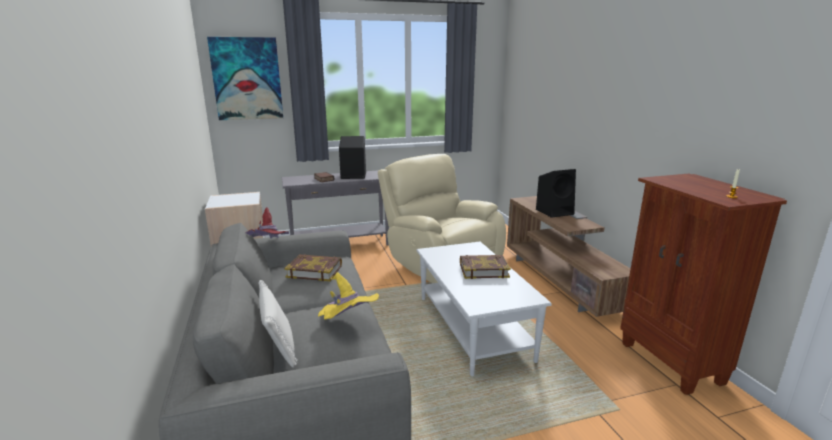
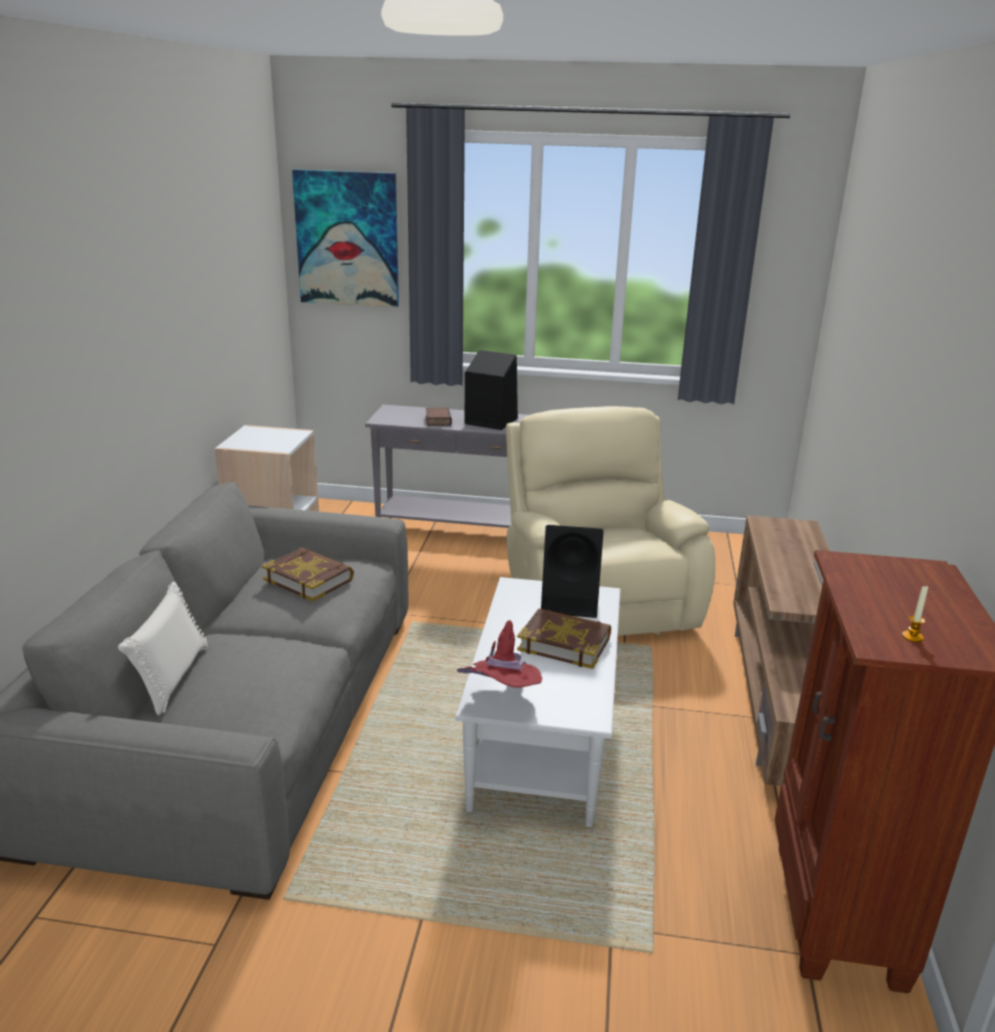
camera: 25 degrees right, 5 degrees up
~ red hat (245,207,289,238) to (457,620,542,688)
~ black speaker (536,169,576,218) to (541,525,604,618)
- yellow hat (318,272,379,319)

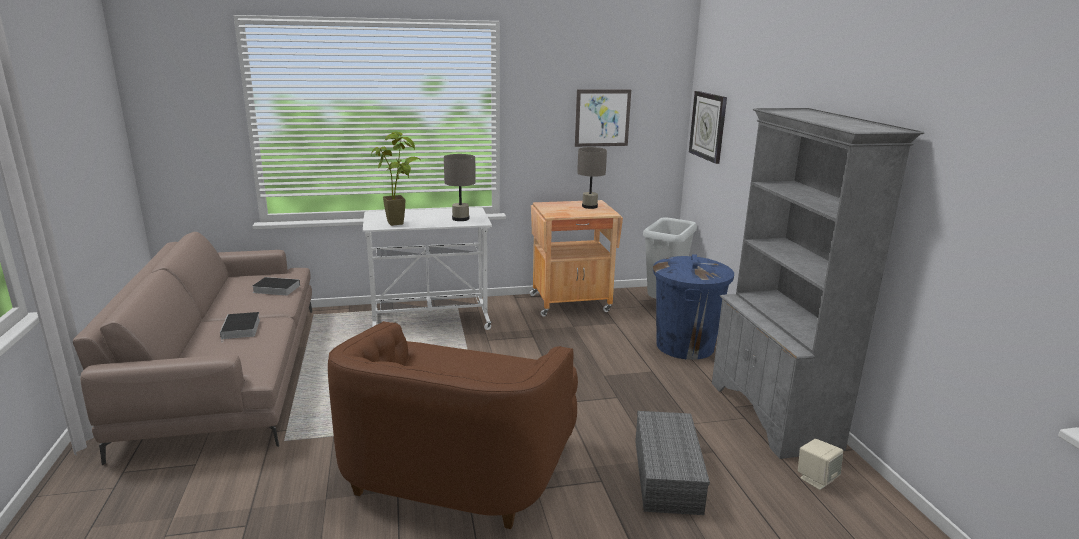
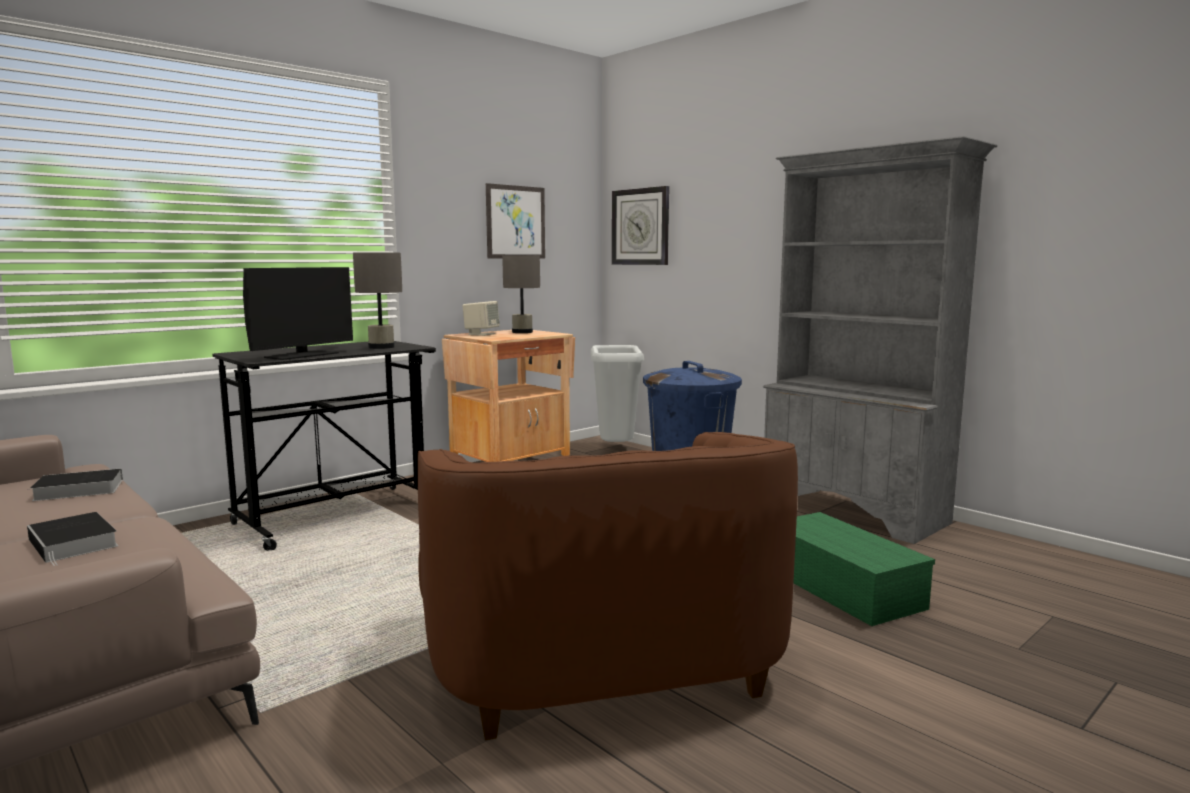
camera: 30 degrees left, 10 degrees down
~ white desk (363,207,492,330) to black desk (212,341,436,551)
~ potted plant (371,131,421,226) to monitor (243,267,353,360)
~ beige speaker (798,439,843,490) to (462,301,500,336)
~ grey storage box (635,411,710,515) to green storage box (793,512,935,626)

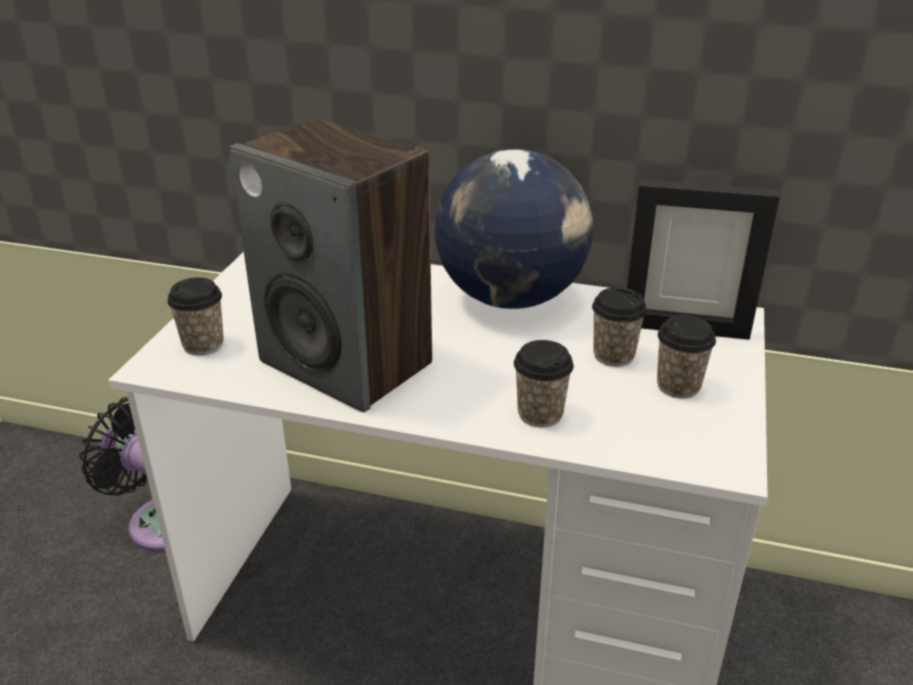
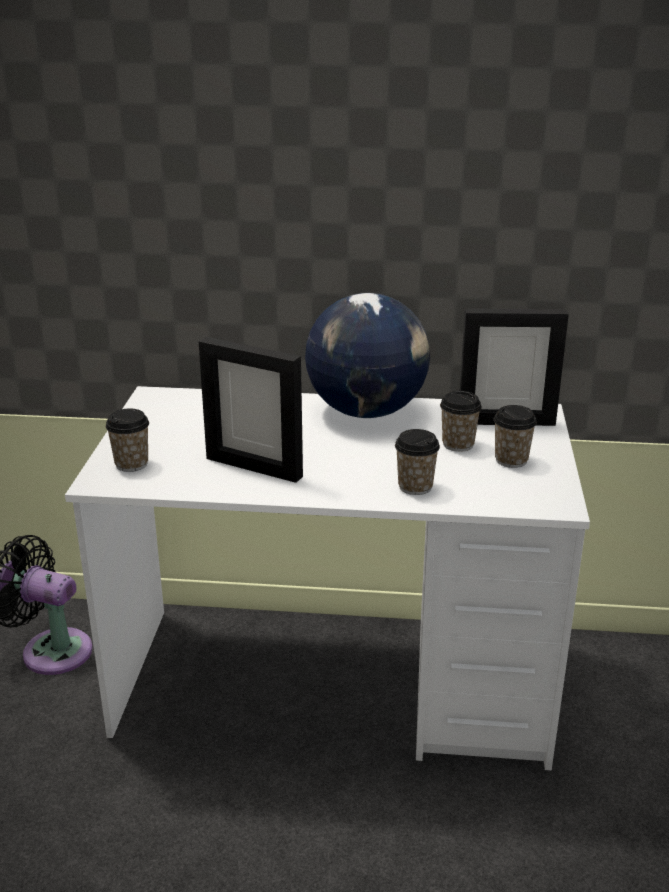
camera: 10 degrees left, 5 degrees down
~ speaker (229,118,432,413) to picture frame (199,337,303,483)

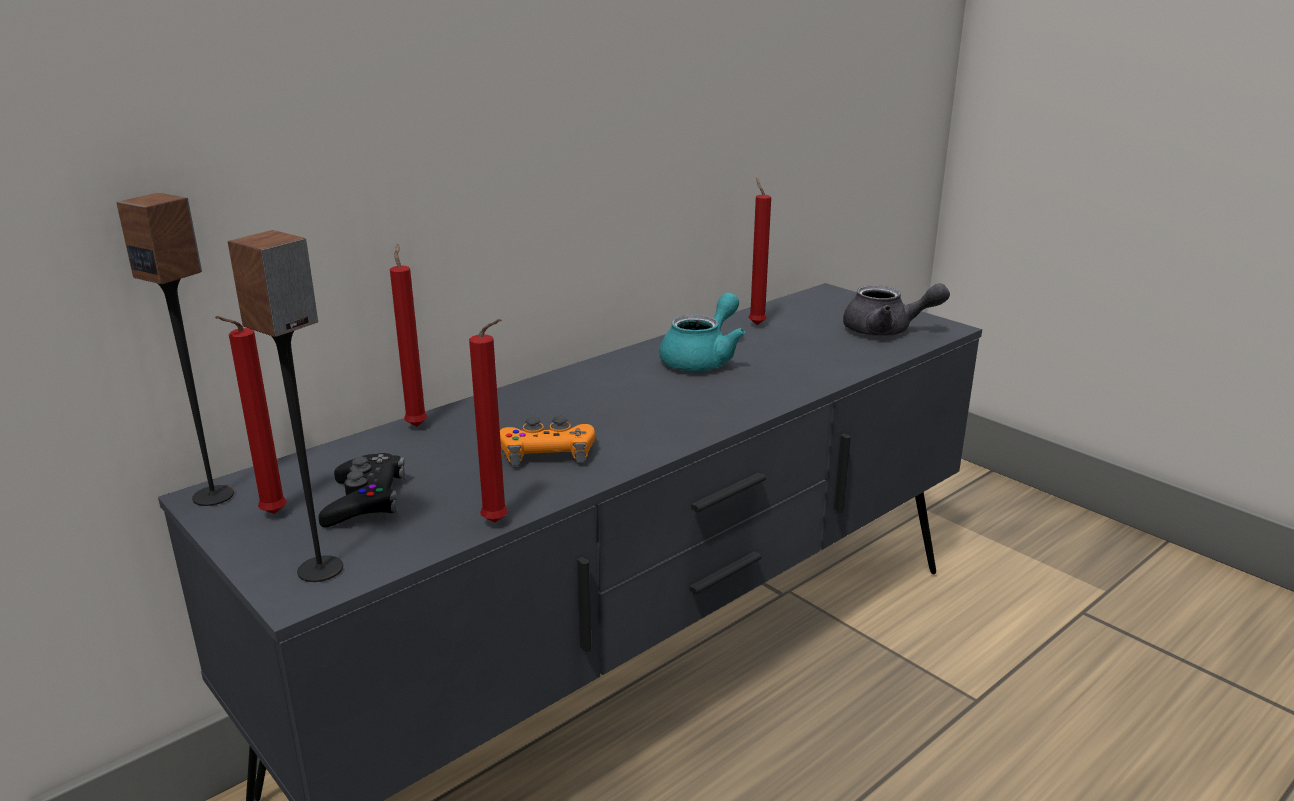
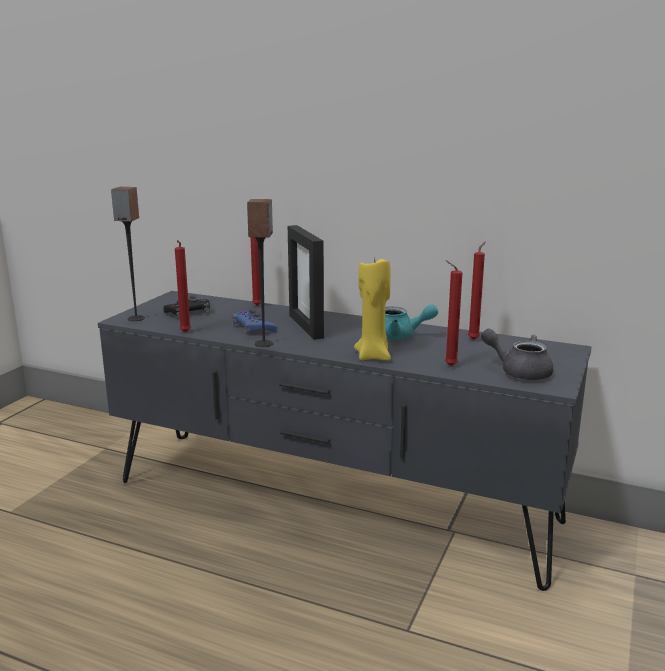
camera: 65 degrees right, 5 degrees down
~ orange game controller (500,416,595,466) to blue game controller (232,309,277,334)
~ speaker (116,193,234,506) to (247,199,273,347)
+ picture frame (288,225,324,340)
+ yellow candle (354,257,391,361)
~ red candle (215,316,287,514) to (445,260,462,366)
~ grey teapot (843,283,950,336) = (481,328,553,380) 135 degrees clockwise

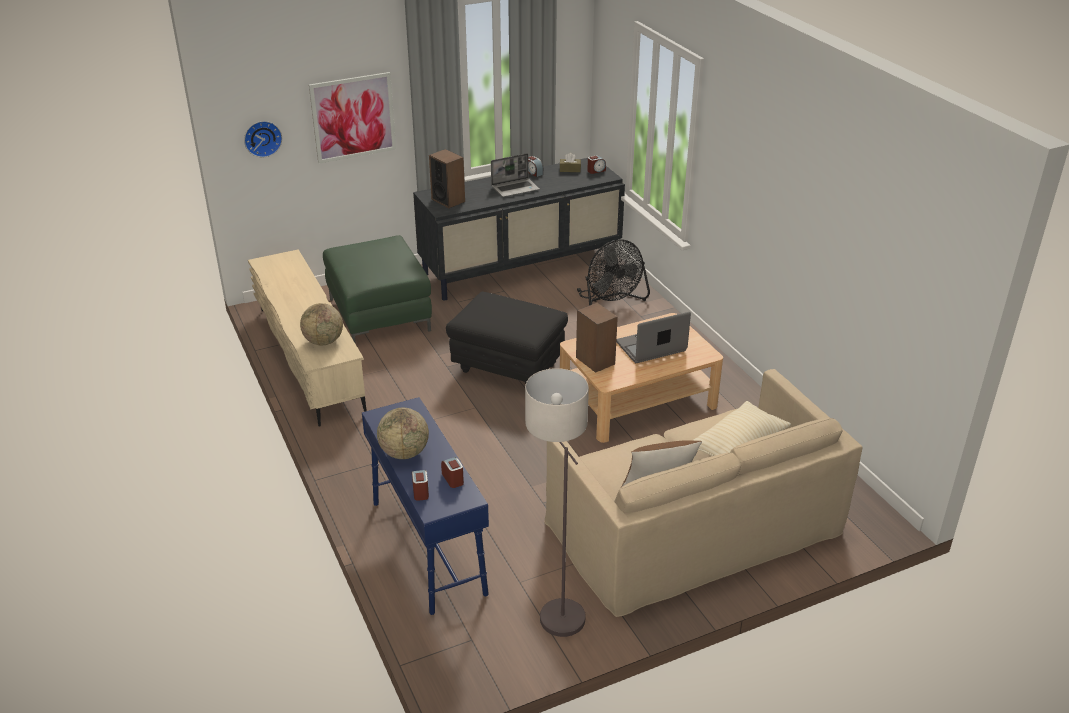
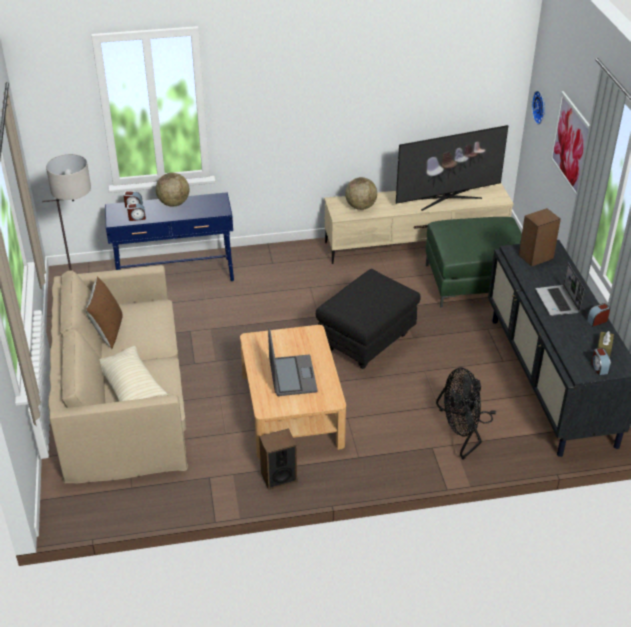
camera: 105 degrees right, 5 degrees up
~ speaker (576,303,618,373) to (259,428,297,490)
+ television (396,125,508,211)

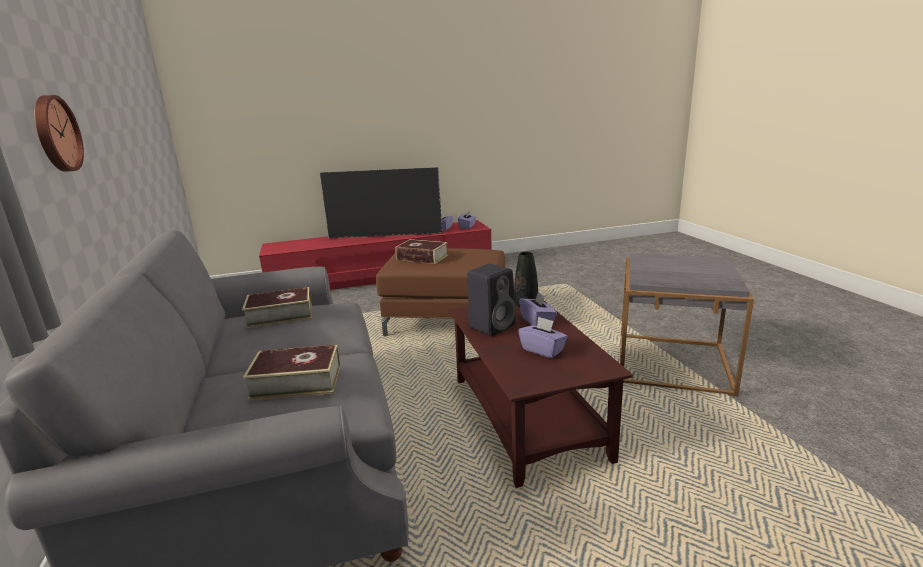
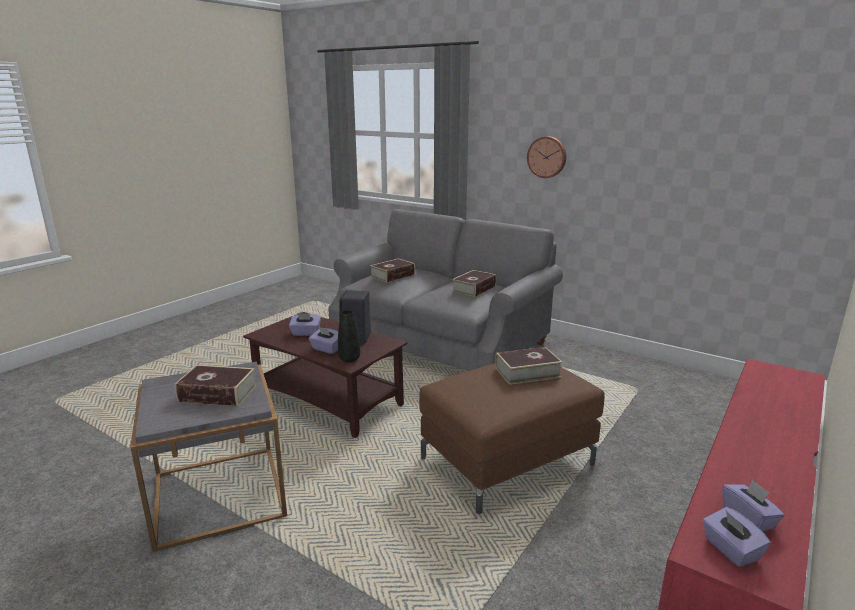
camera: 140 degrees right, 0 degrees up
+ book (175,365,257,406)
- television (320,167,442,238)

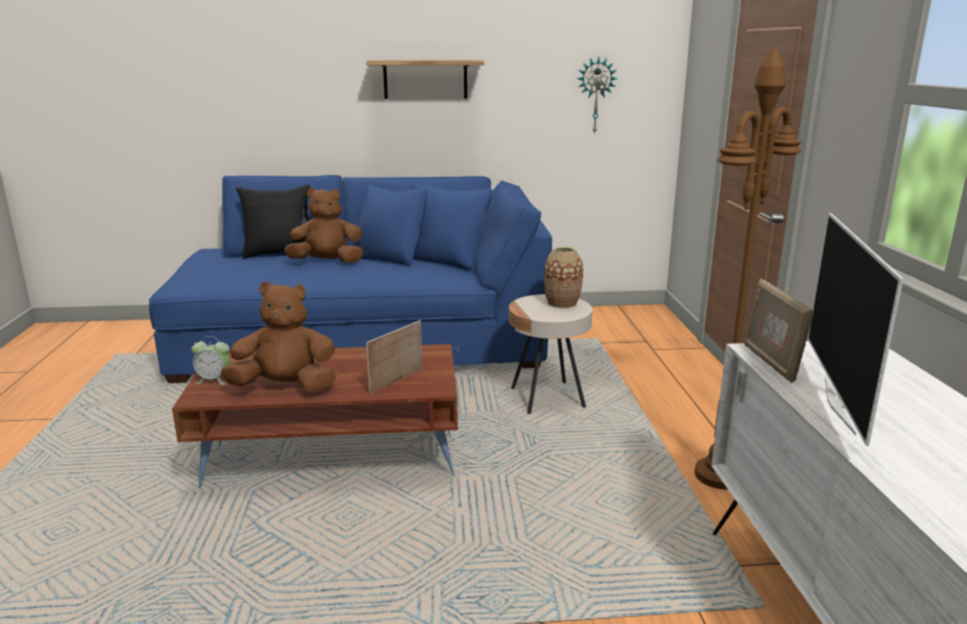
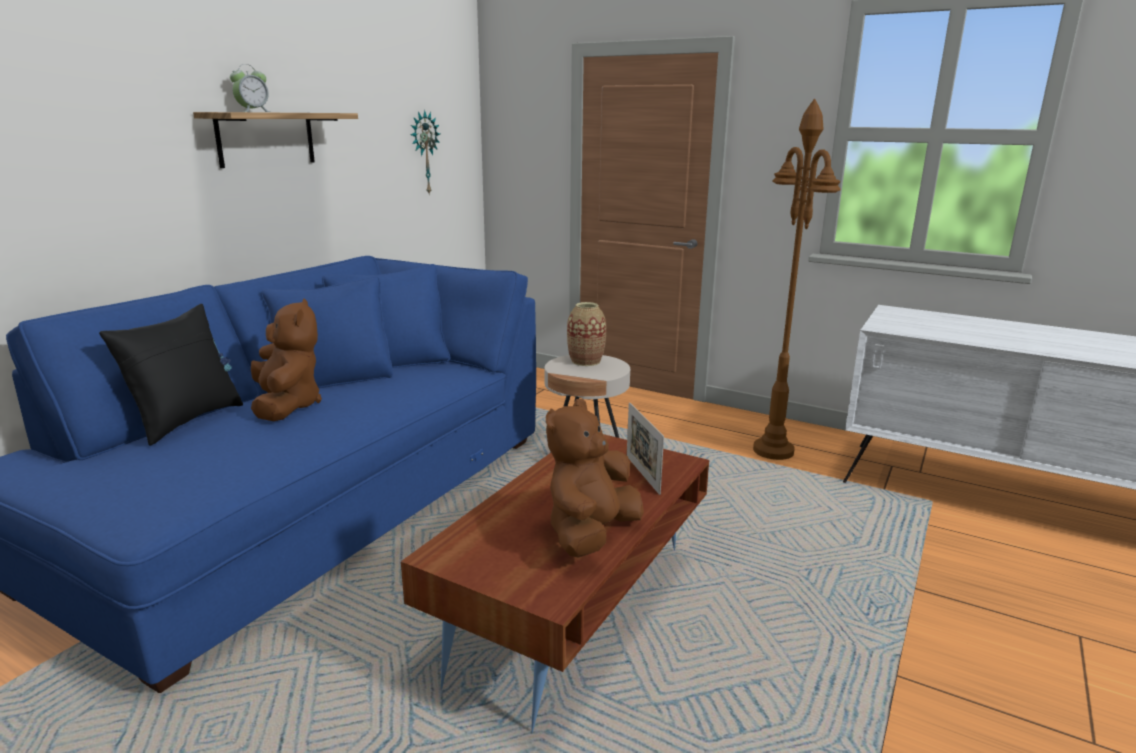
camera: 55 degrees left, 0 degrees up
~ alarm clock (191,336,230,385) to (230,64,271,112)
~ brown plush toy (284,188,364,263) = (251,298,322,421) 135 degrees clockwise
- picture frame (744,279,814,383)
- television (808,213,904,446)

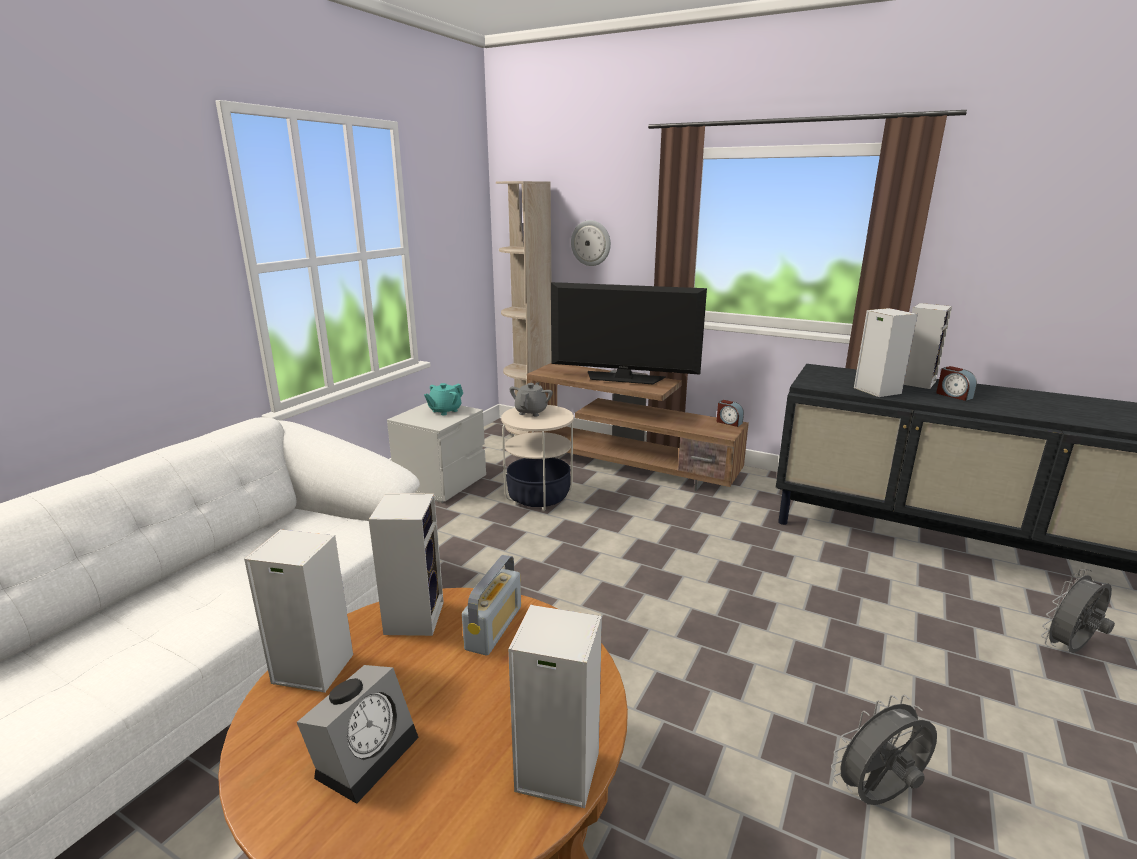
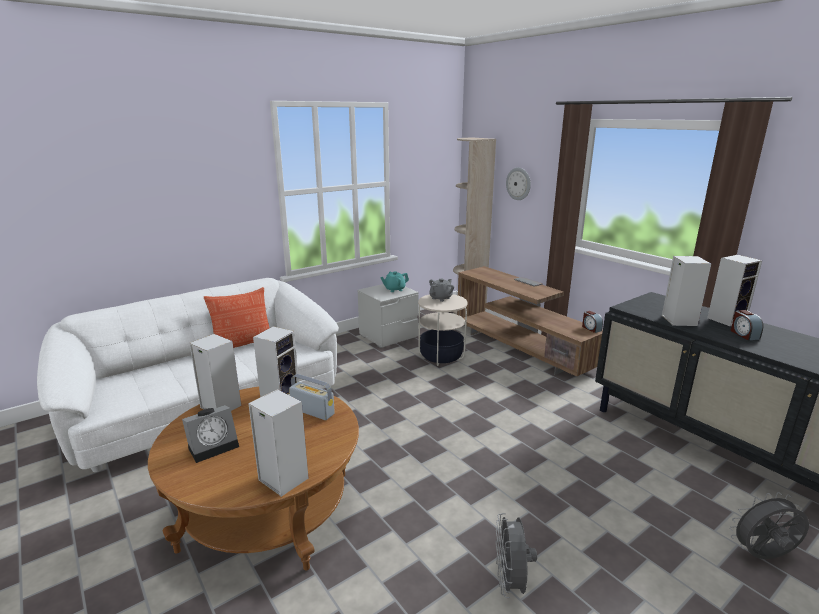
camera: 25 degrees right, 0 degrees up
+ orange pillow (204,287,270,348)
~ radio (462,555,521,656) = (289,374,335,420) 105 degrees counterclockwise
~ grey fan (831,695,937,805) = (495,513,537,598) 90 degrees counterclockwise
- television (551,282,707,384)

